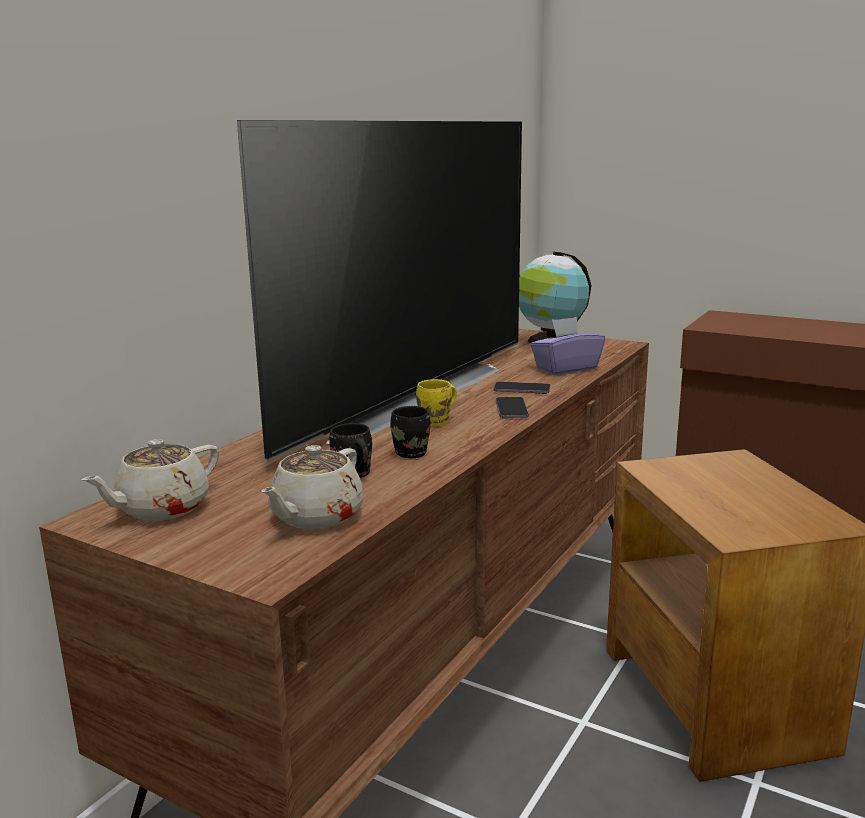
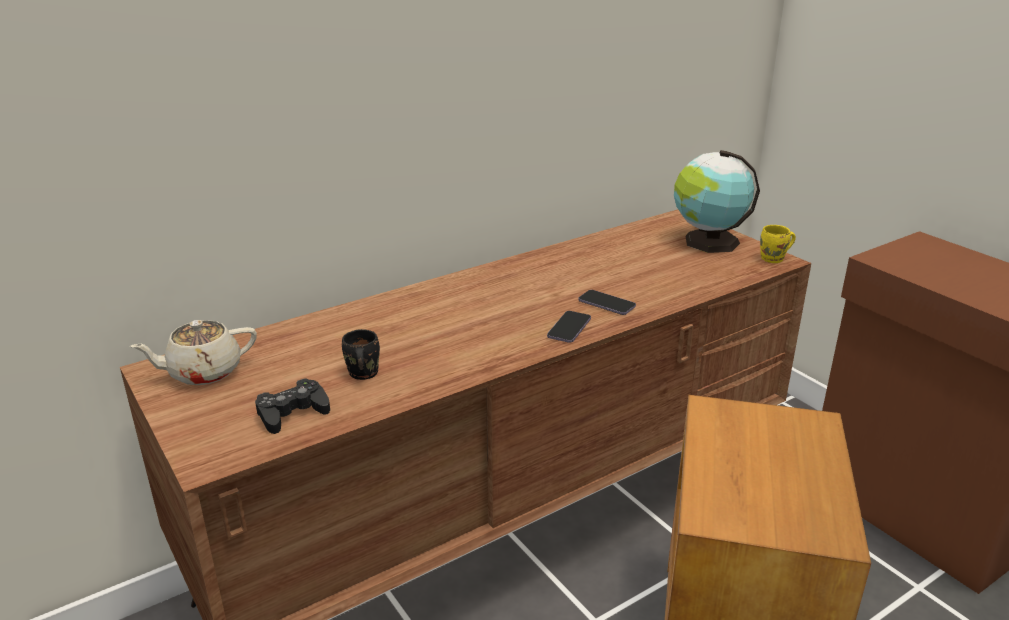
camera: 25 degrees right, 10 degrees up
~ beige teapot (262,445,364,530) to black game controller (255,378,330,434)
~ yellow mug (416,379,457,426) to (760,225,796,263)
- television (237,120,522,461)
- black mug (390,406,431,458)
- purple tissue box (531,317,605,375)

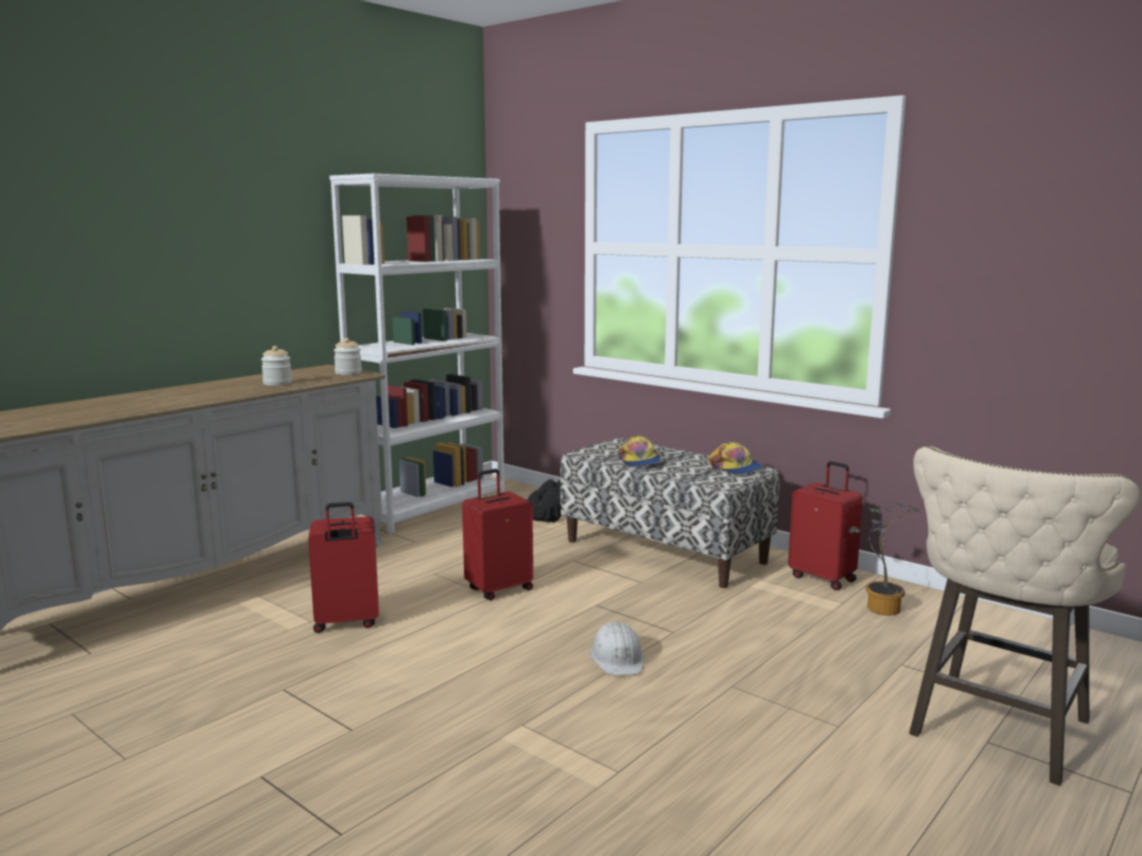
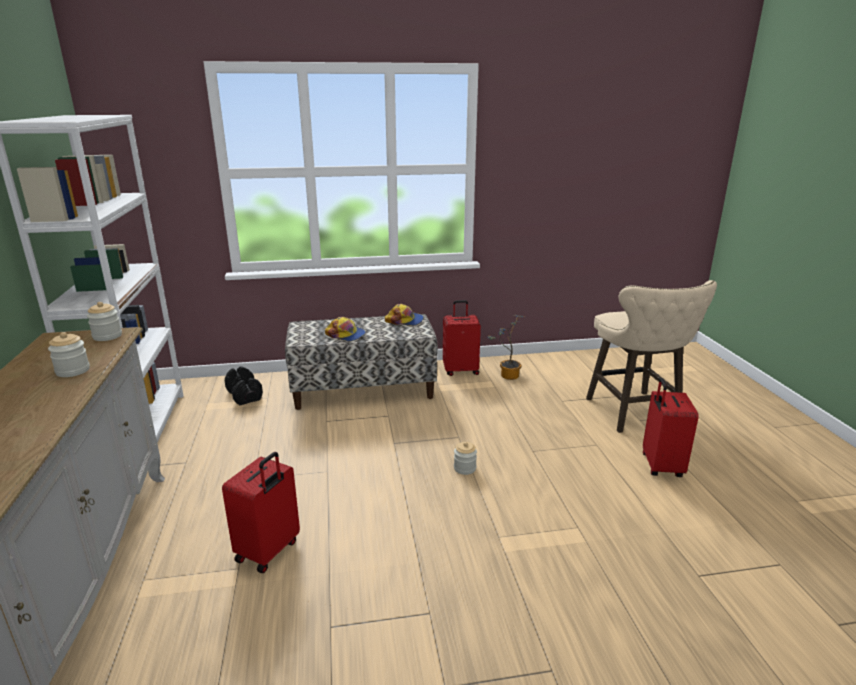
camera: 50 degrees left, 10 degrees up
~ white hard hat (590,622,644,676) to jar (454,442,477,475)
~ red suitcase (462,469,533,600) to (643,378,699,477)

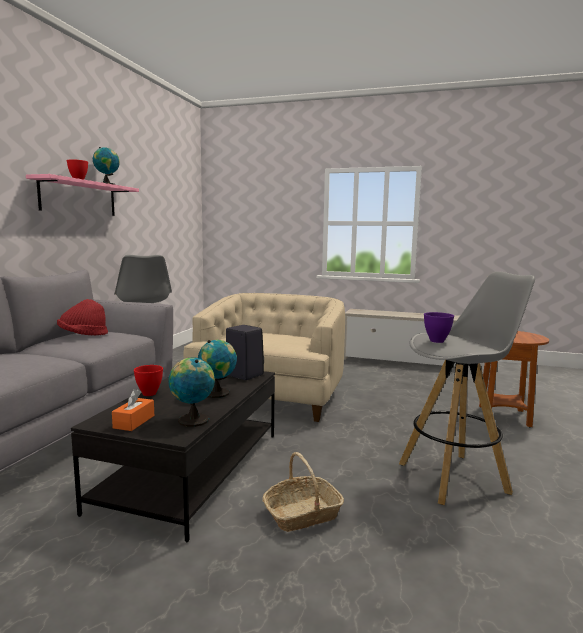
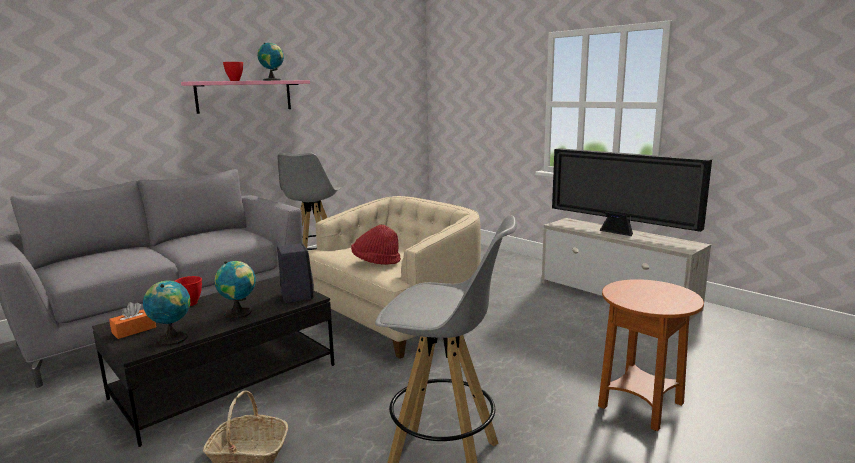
camera: 30 degrees right, 5 degrees up
~ red hat (57,299,108,336) to (351,225,401,265)
+ television (552,148,712,236)
- purple bowl (424,312,454,343)

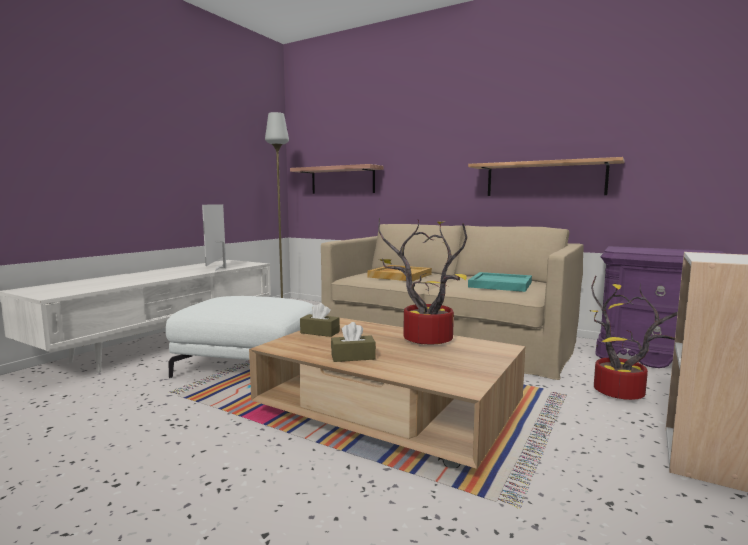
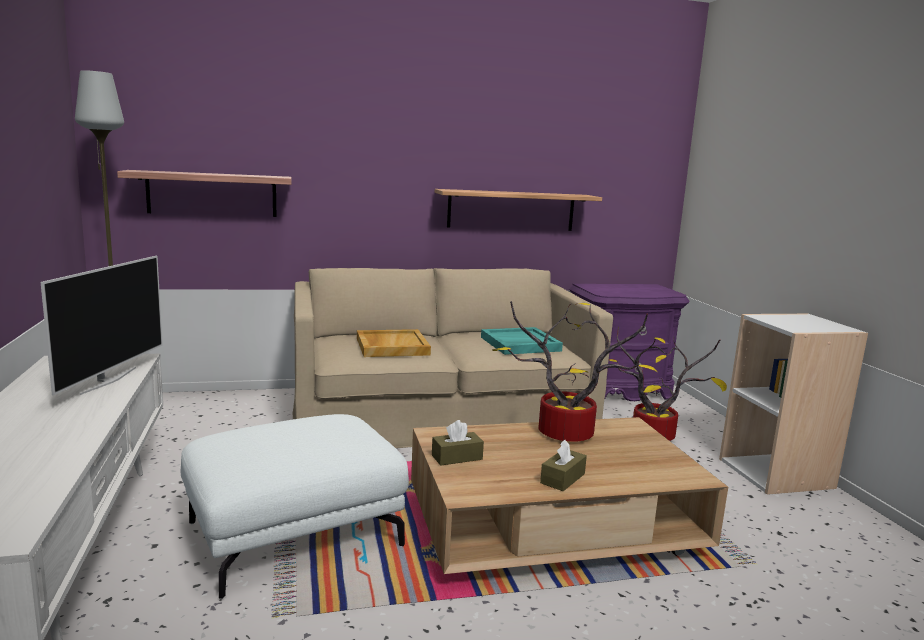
camera: 45 degrees left, 5 degrees up
~ television (202,204,226,271) = (40,256,163,395) 120 degrees counterclockwise

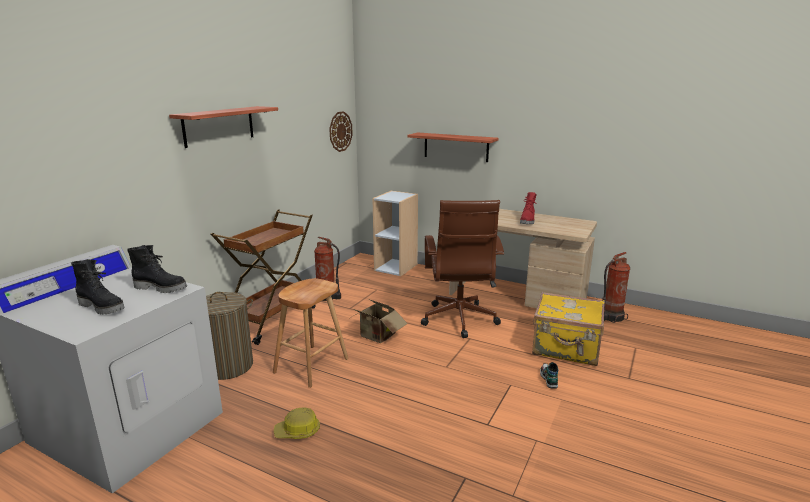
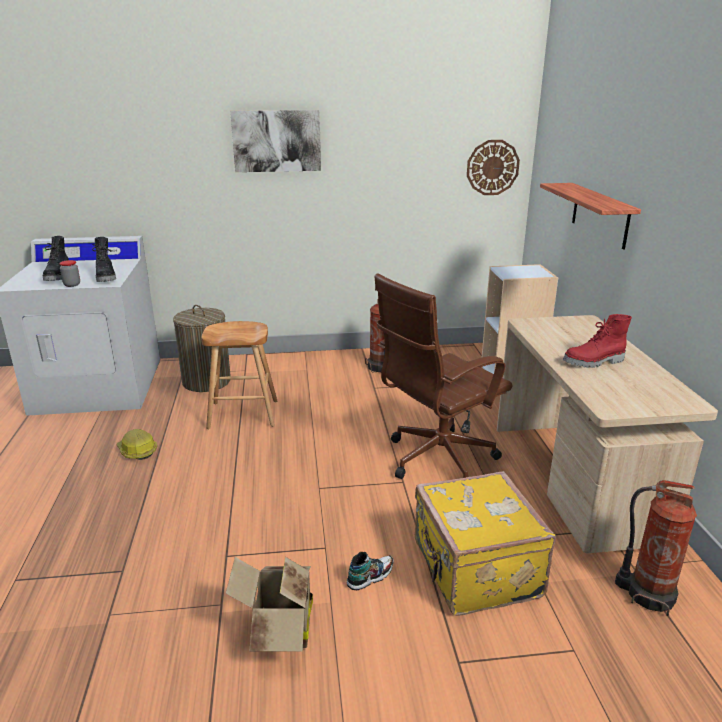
camera: 55 degrees right, 5 degrees up
+ jar (59,260,80,287)
~ cardboard box (350,299,408,343) to (226,557,313,651)
~ shelf (169,106,278,148) to picture (230,110,321,172)
- brown cart (210,209,316,345)

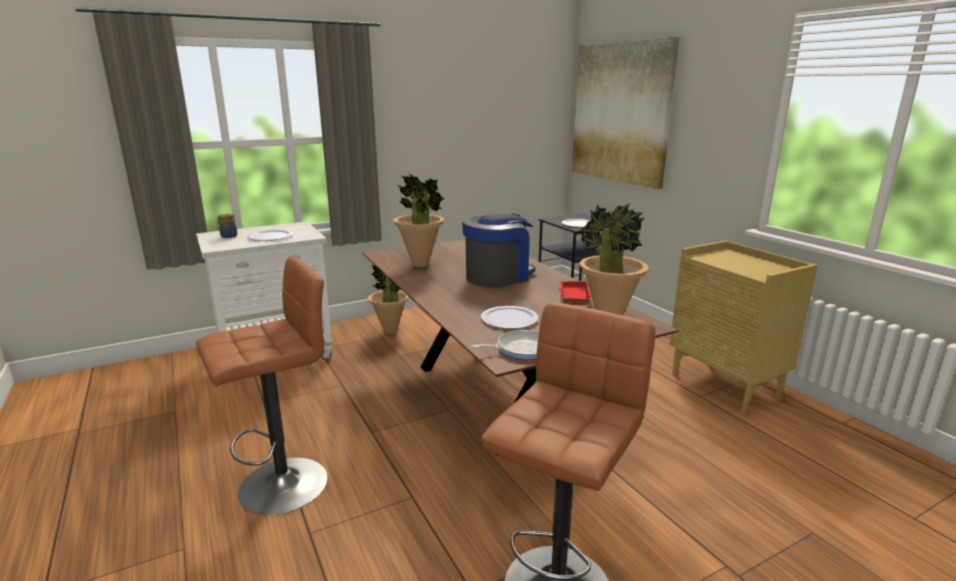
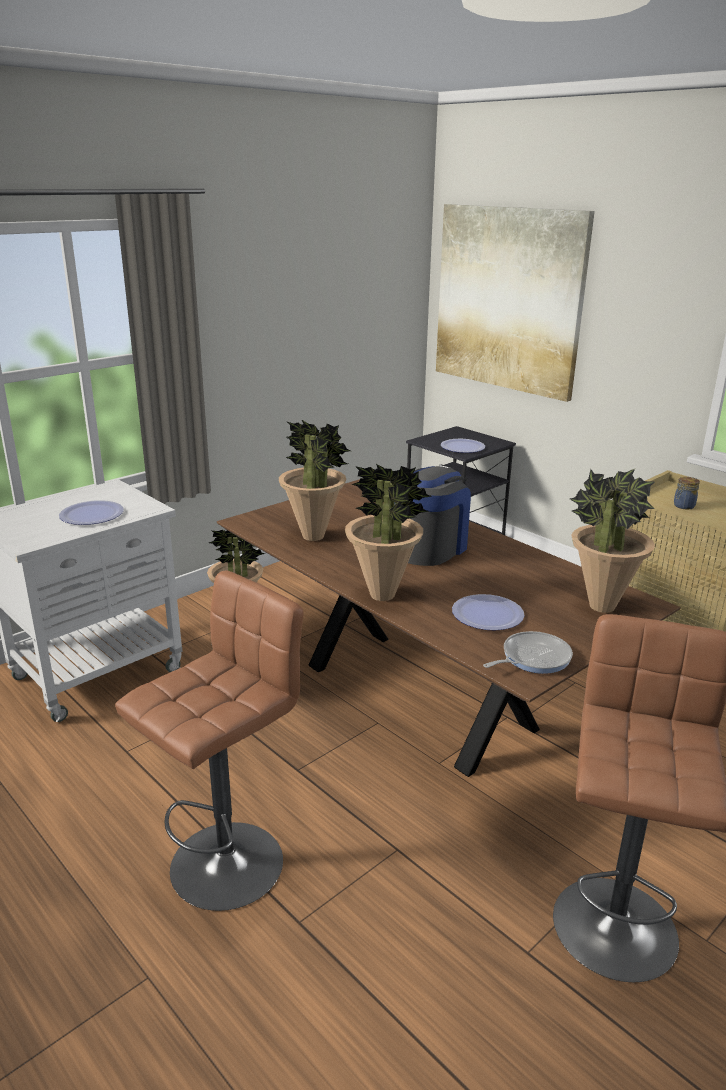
camera: 15 degrees left, 5 degrees up
+ potted plant (345,464,432,601)
~ jar (216,214,237,238) to (674,477,700,509)
- red tray (559,281,591,305)

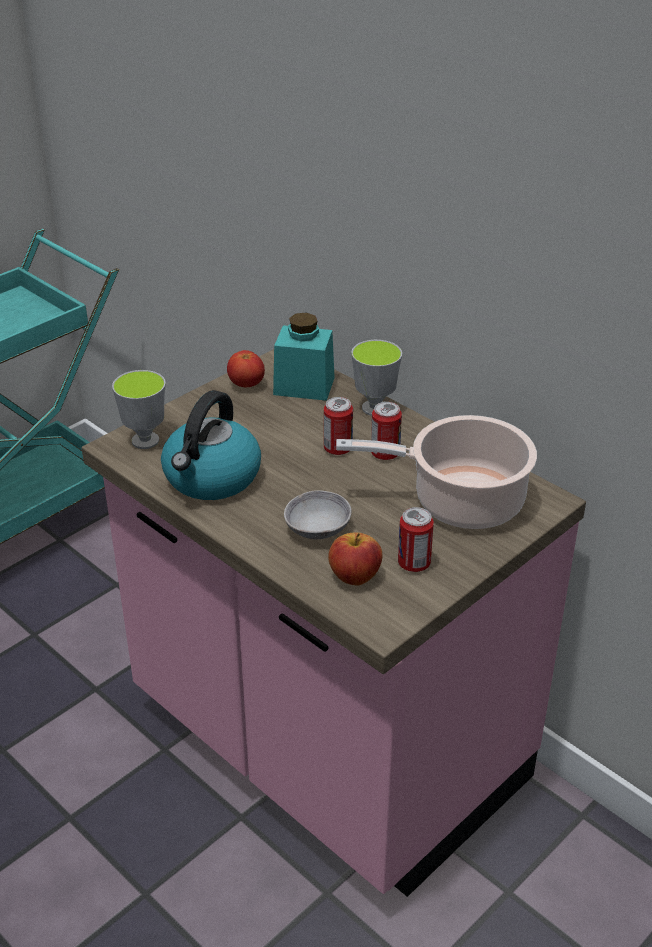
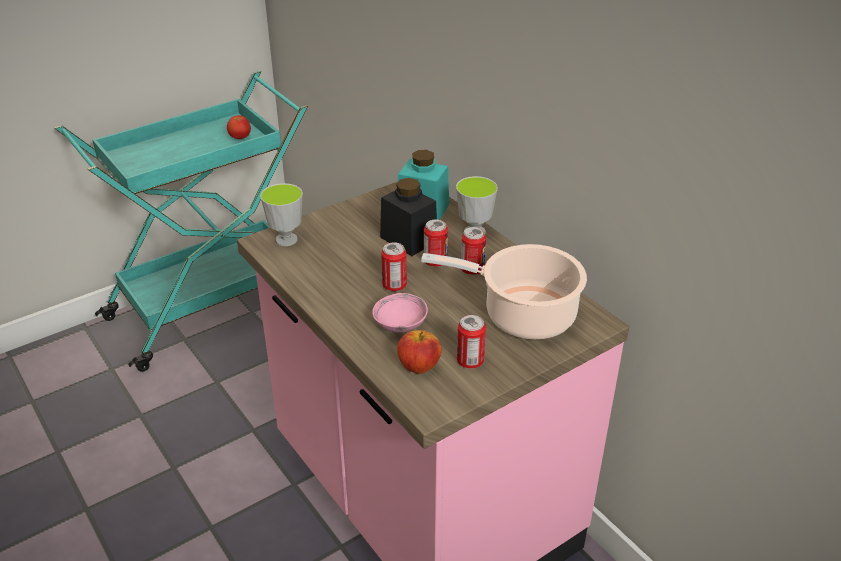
camera: 10 degrees right, 0 degrees up
~ tomato (227,350,265,387) to (227,115,251,139)
~ grey bowl (284,490,352,539) to pink bowl (372,293,428,333)
+ black jar (380,178,437,256)
+ can (381,242,407,291)
- kettle (161,390,261,500)

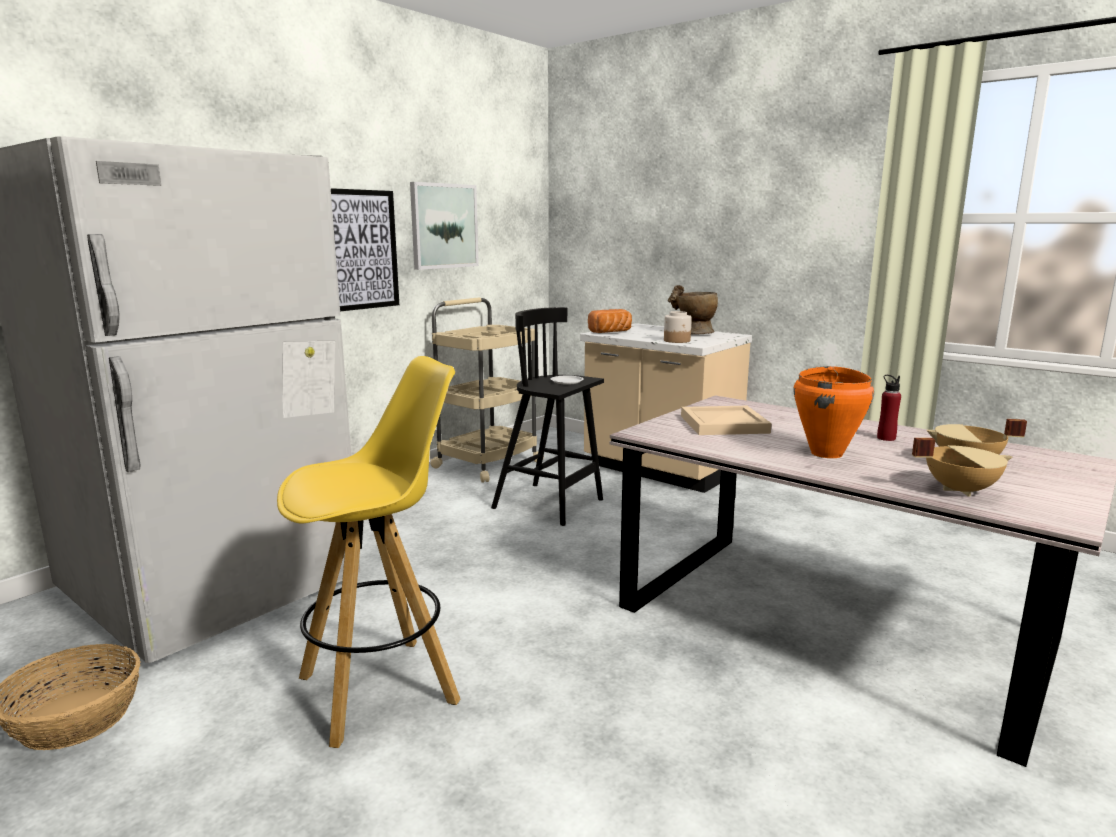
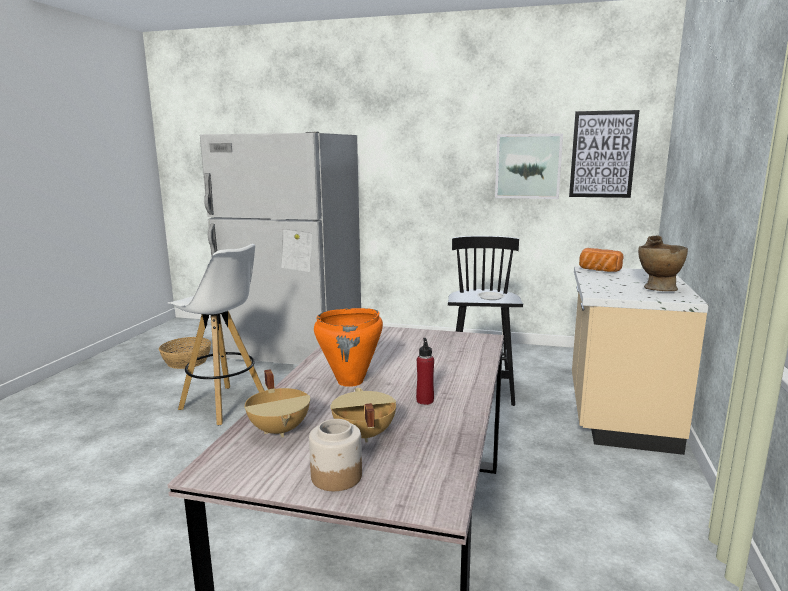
camera: 65 degrees right, 0 degrees up
~ yellow stool (277,356,460,748) to white stool (168,244,265,425)
~ jar (664,311,692,343) to (309,419,362,491)
~ picture (331,188,399,311) to (569,110,640,198)
- beige cart (430,297,544,483)
- beige tray (681,406,772,435)

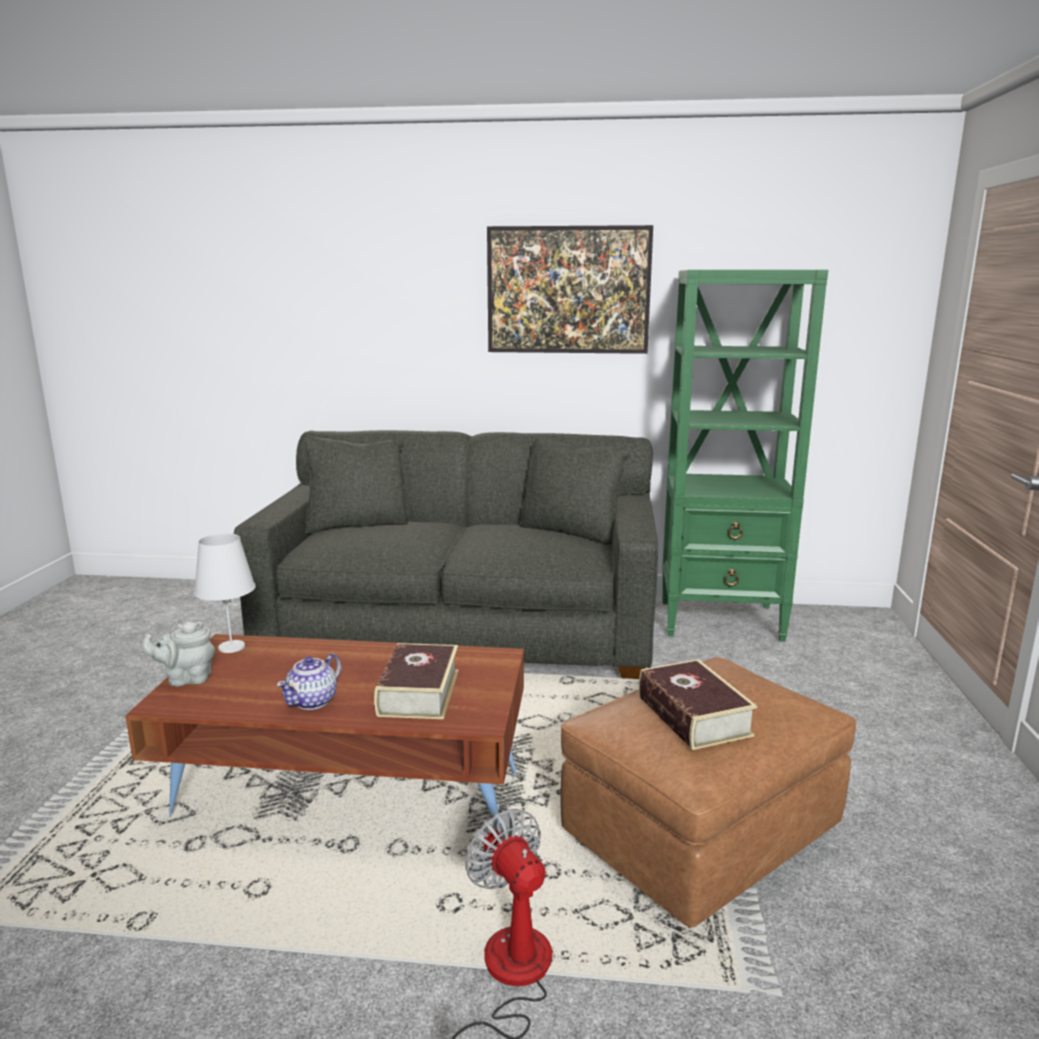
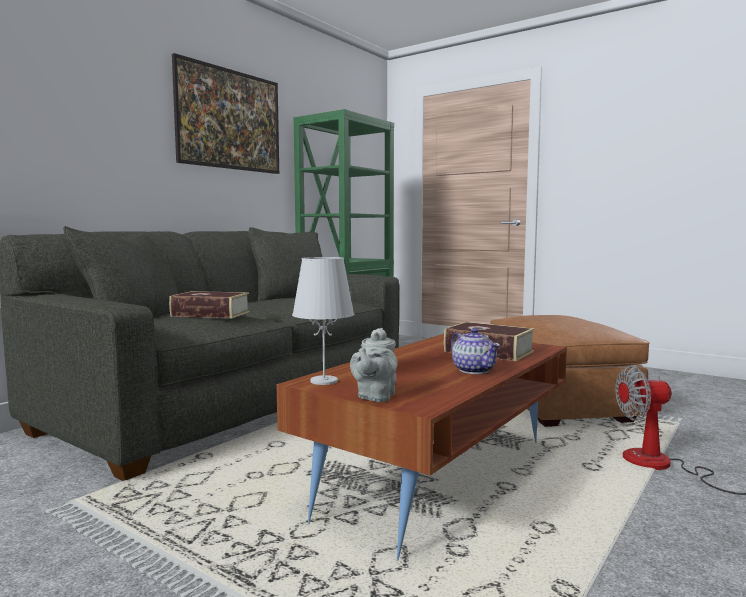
camera: 60 degrees left, 10 degrees down
~ book (639,659,757,750) to (169,291,250,318)

